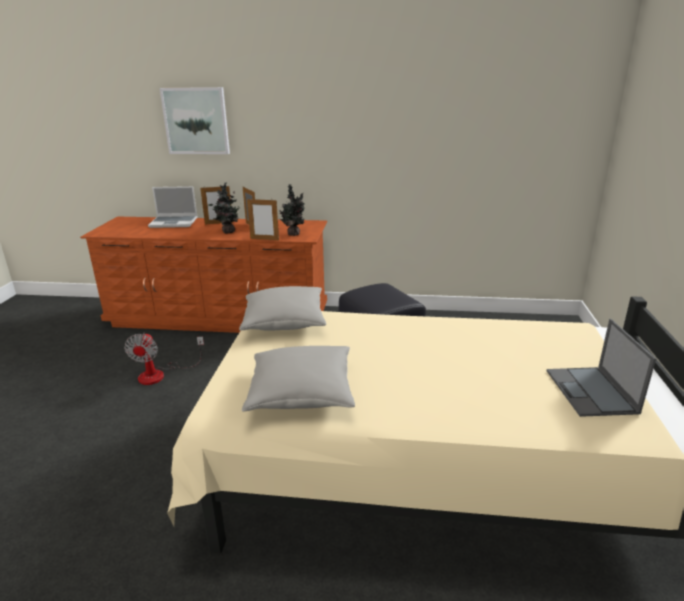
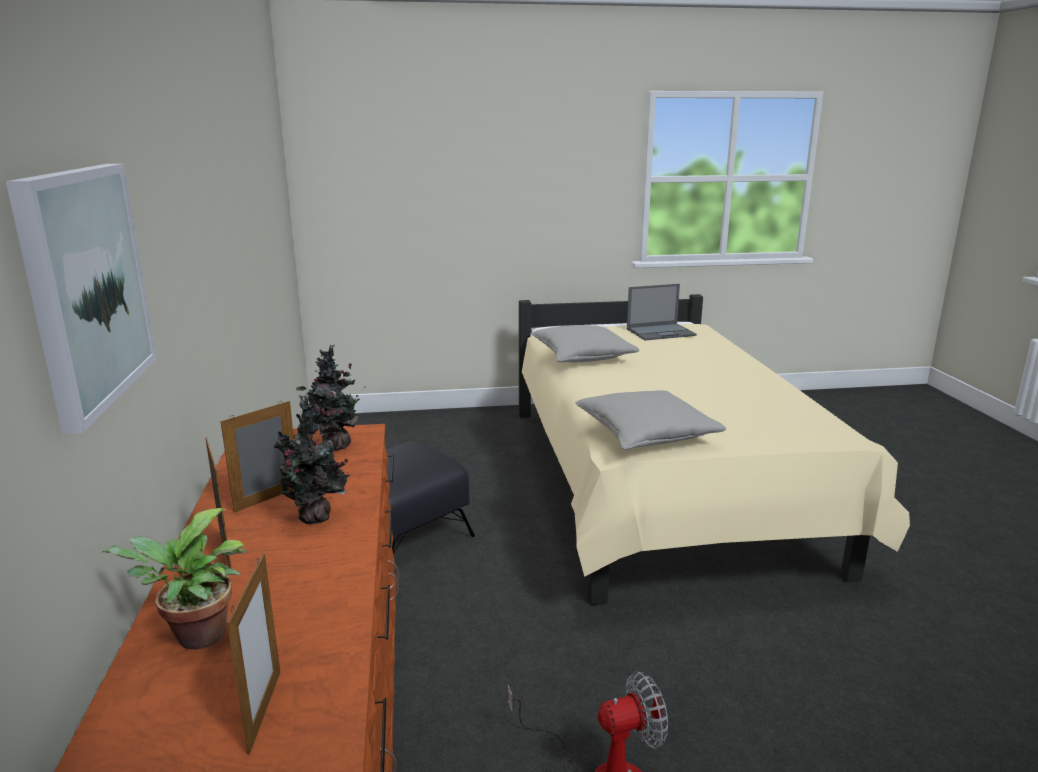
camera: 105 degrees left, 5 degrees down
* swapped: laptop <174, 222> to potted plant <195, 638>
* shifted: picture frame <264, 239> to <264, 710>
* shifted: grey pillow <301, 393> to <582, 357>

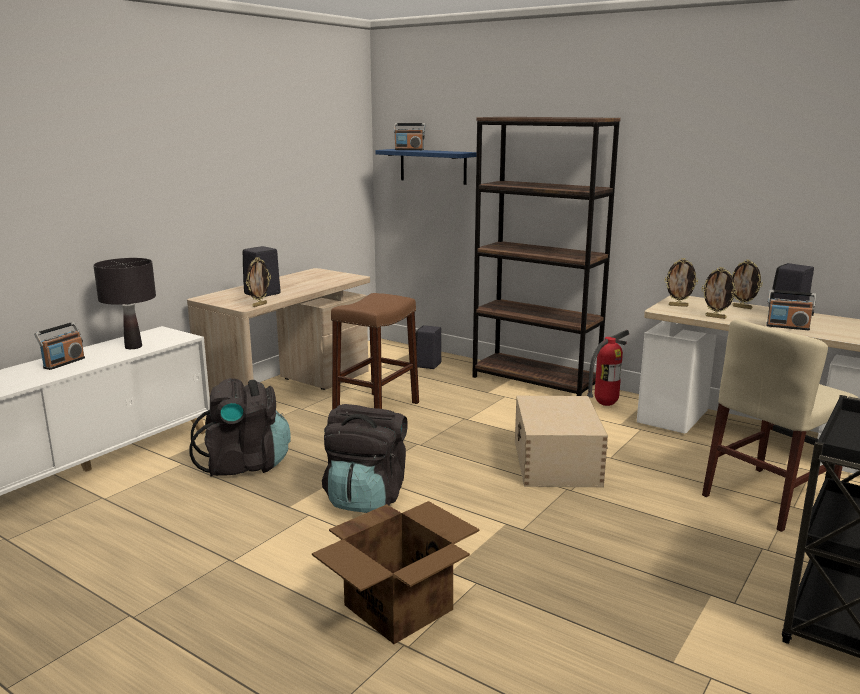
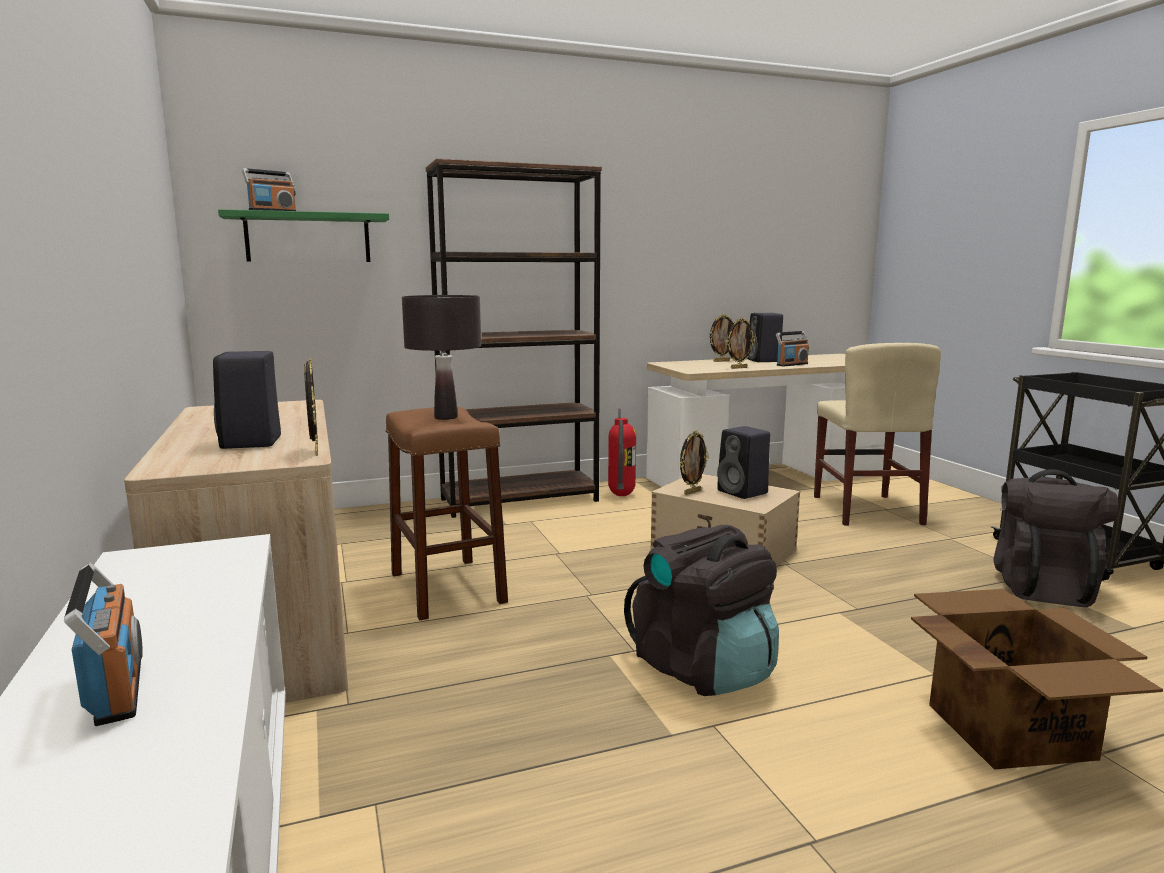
camera: 55 degrees left, 5 degrees down
* repainted: blue shelf <433, 166> to green shelf <308, 238>
* shifted: black table lamp <133, 347> to <445, 417>
* shifted: picture frame <678, 305> to <692, 492>
* shifted: black speaker <428, 365> to <744, 492>
* shifted: black backpack <245, 464> to <1042, 586>

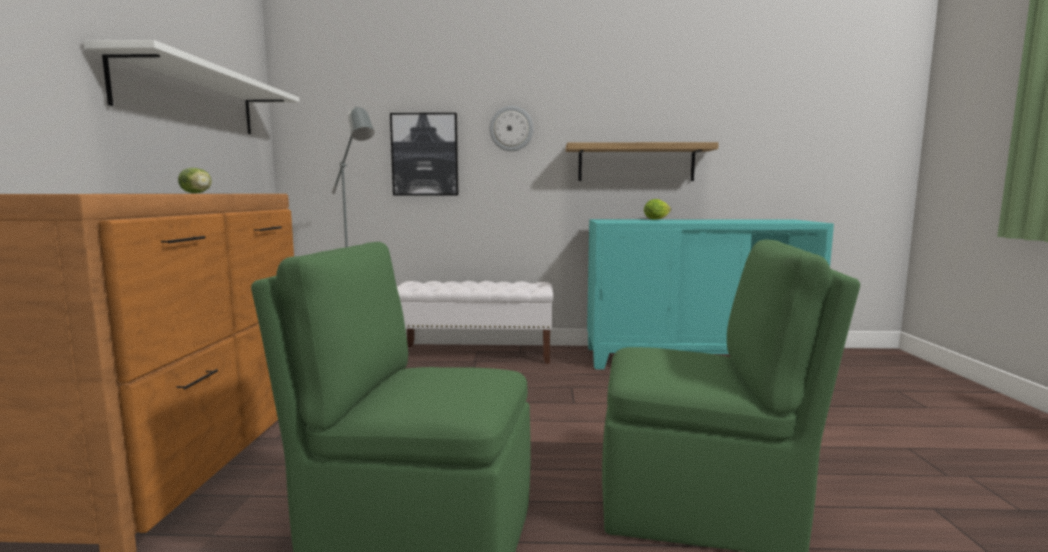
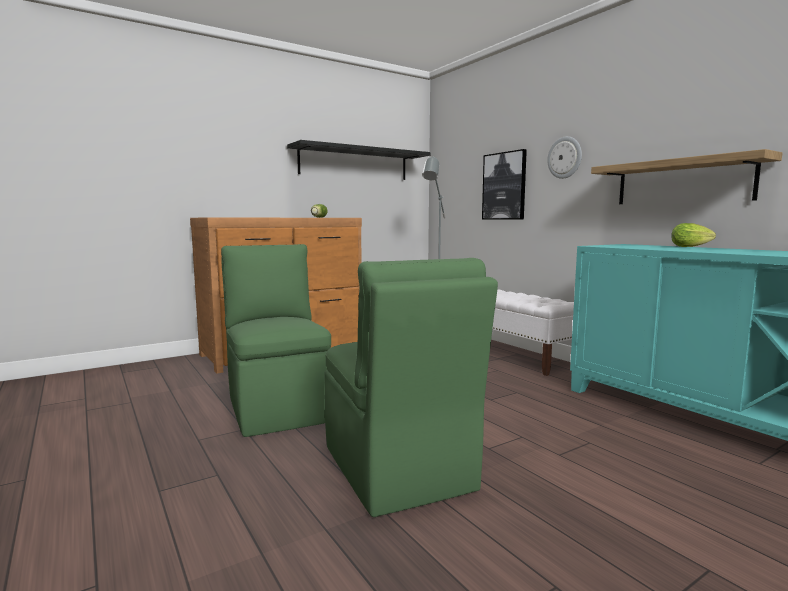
camera: 55 degrees right, 0 degrees up
* repainted: white shelf <190, 99> to black shelf <354, 163>

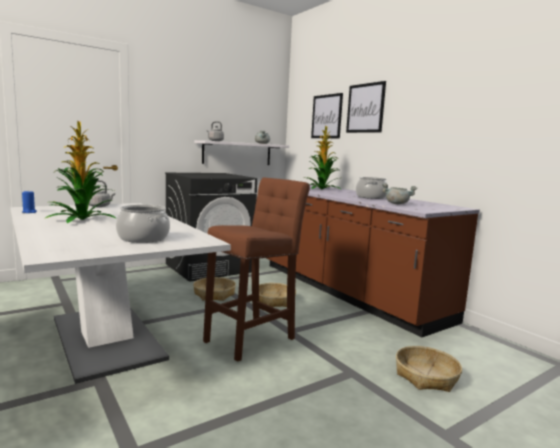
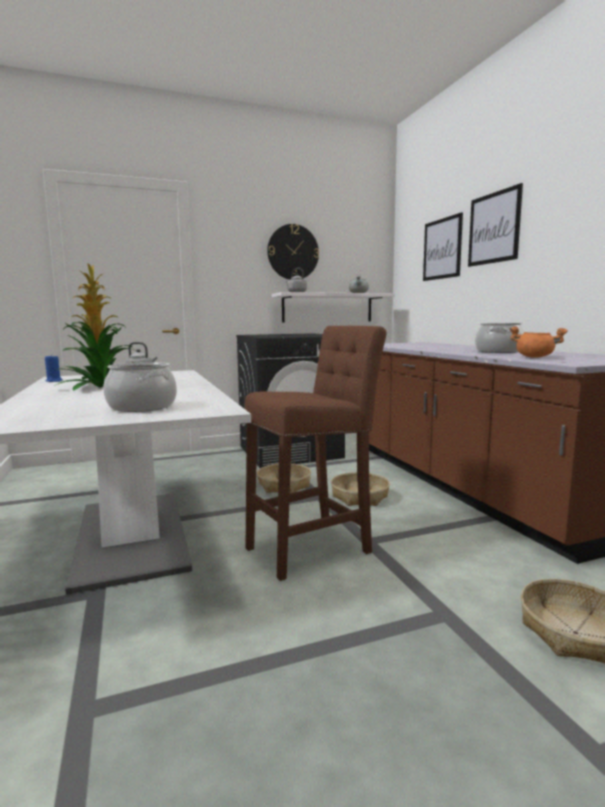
camera: 15 degrees right, 0 degrees up
* gone: potted plant <321, 189>
* repainted: grey cooking pot <397, 204> to orange cooking pot <535, 357>
* new: wall clock <293, 252>

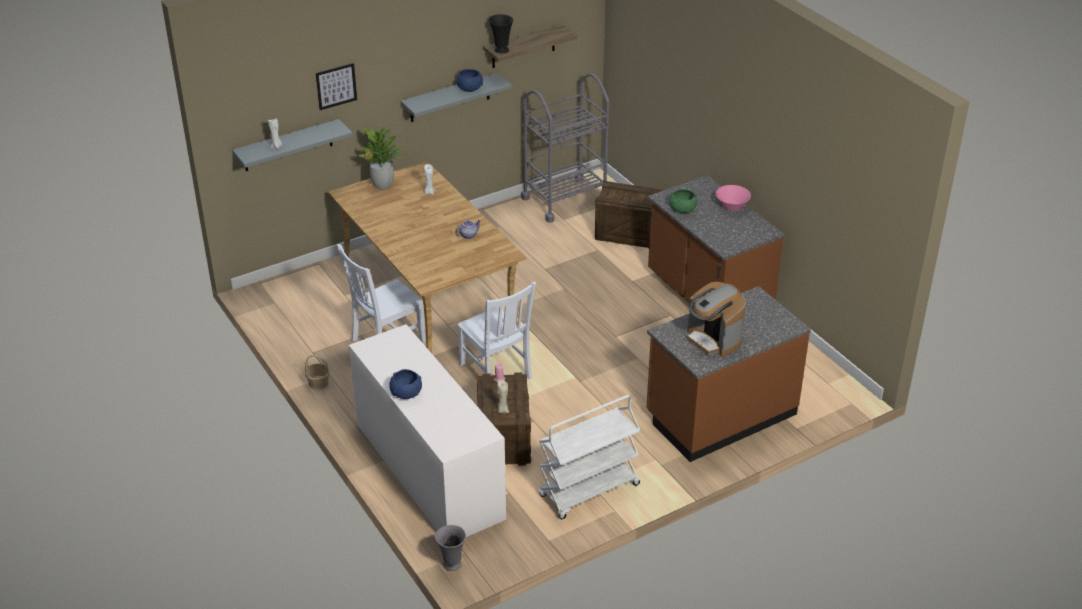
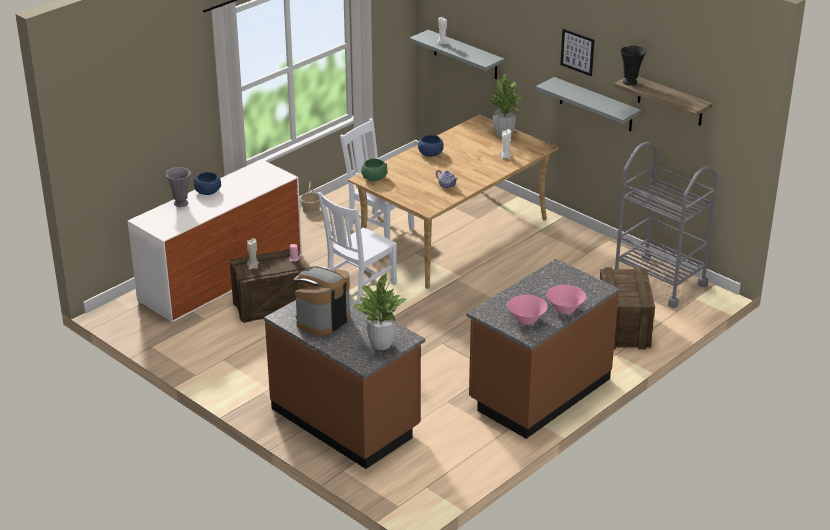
camera: 75 degrees right, 5 degrees down
* shifted: picture <336, 86> to <577, 52>
* shifted: blue bowl <469, 88> to <430, 153>
* shifted: green bowl <682, 209> to <374, 178>
* gone: white cart <588, 491>
* shifted: grey vase <451, 565> to <181, 203>
* new: potted plant <381, 345>
* new: pink bowl <526, 319>

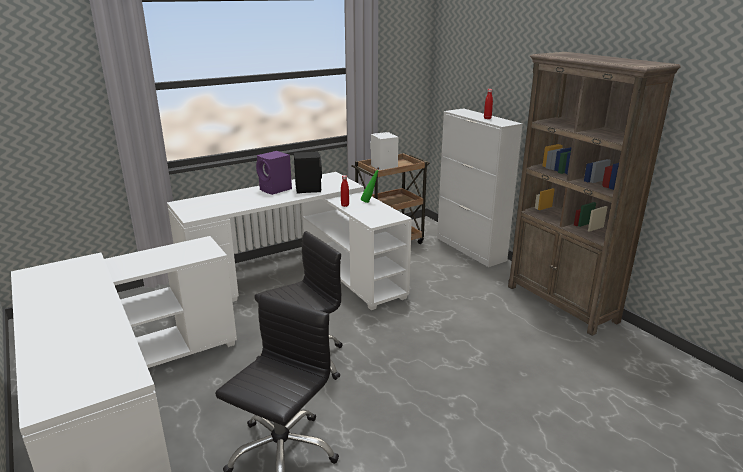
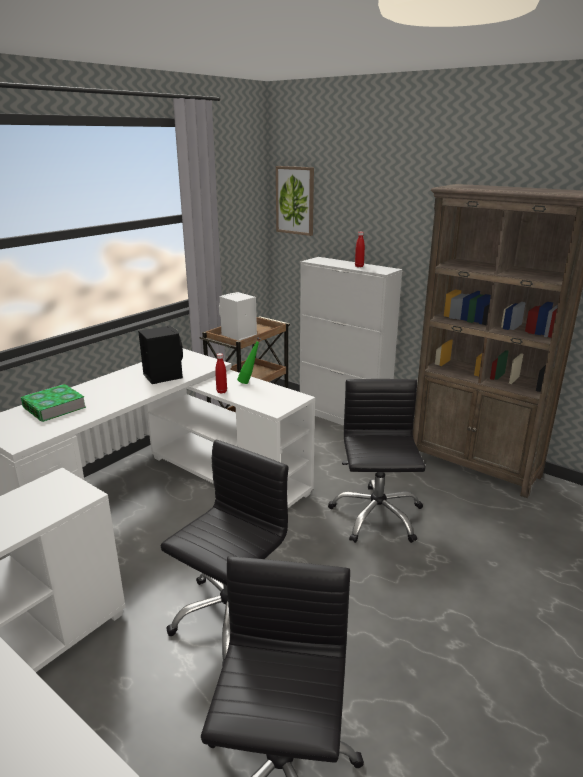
camera: 20 degrees left, 0 degrees up
* gone: purple speaker <276, 190>
* new: picture <295, 200>
* new: black office chair <376, 515>
* new: book <54, 407>

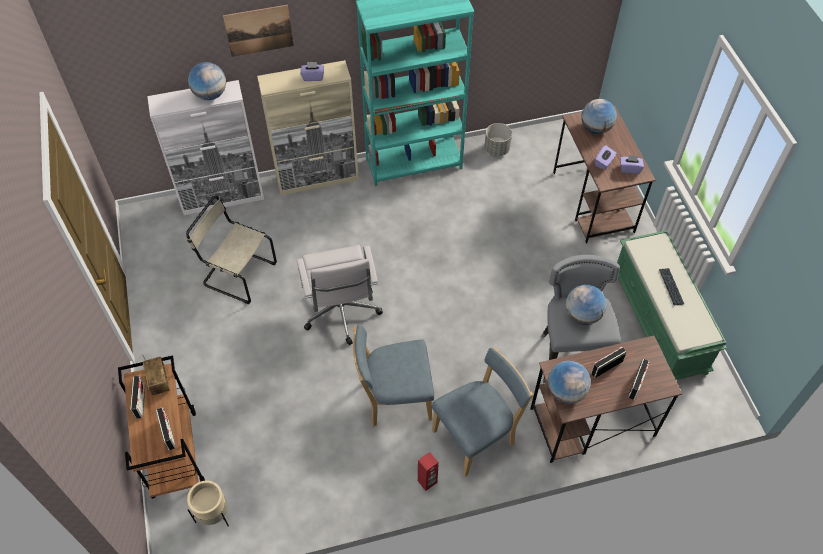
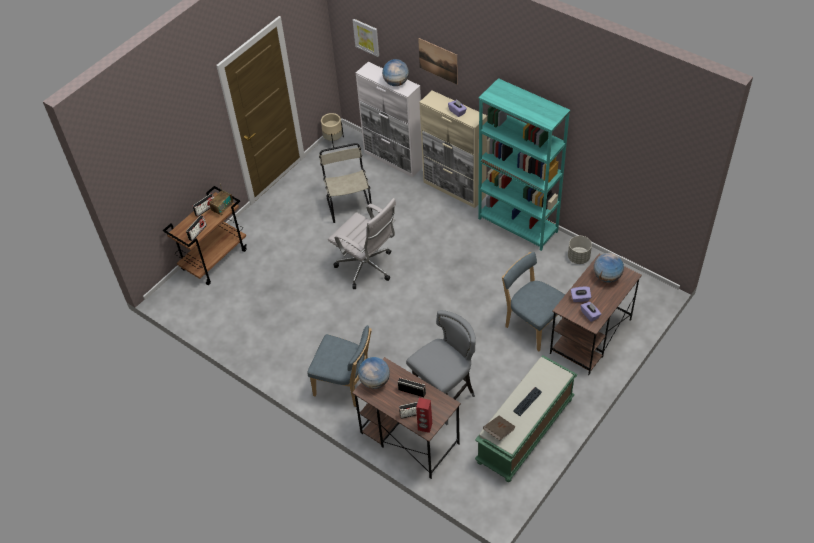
camera: 55 degrees right, 5 degrees down
* rotated: white office chair <342, 315> = <367, 268> 90 degrees counterclockwise
* gone: globe <582, 315>
* shifted: blue chair <394, 398> to <532, 325>
* shifted: red speaker <427, 482> to <425, 427>
* shifted: beige planter <214, 514> to <334, 142>
* new: picture <366, 37>
* new: brown book <499, 431>

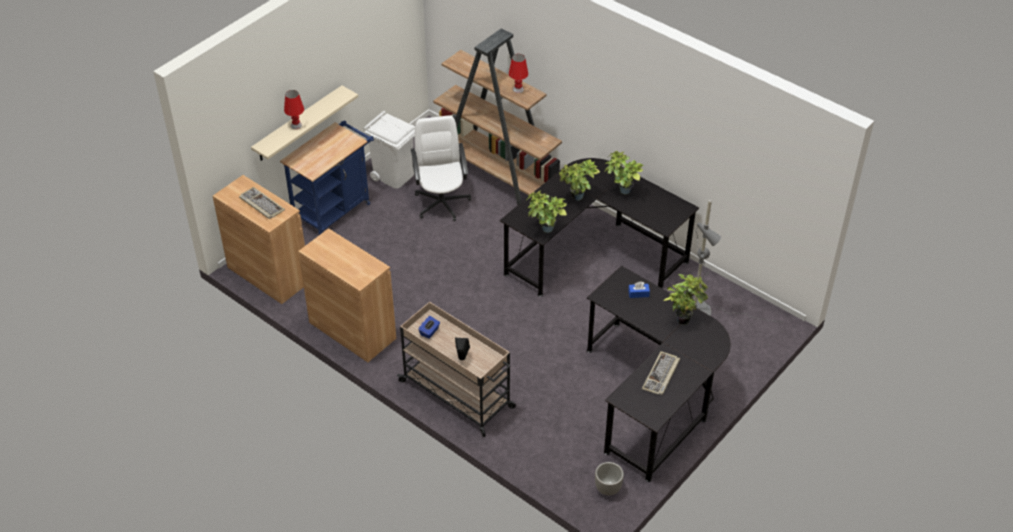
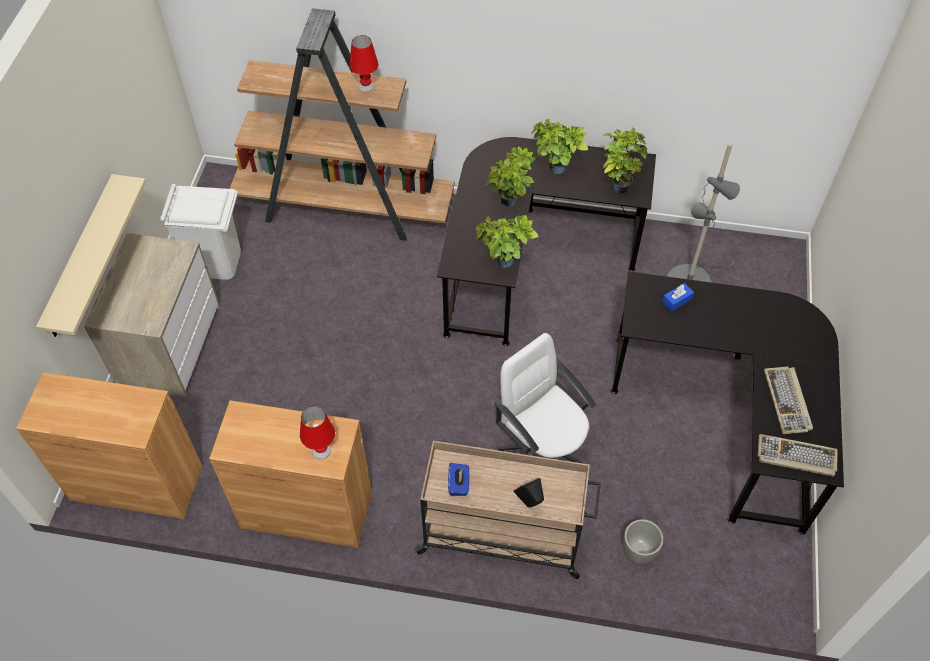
camera: 30 degrees left, 10 degrees up
* shifted: red table lamp <296, 125> to <321, 450>
* shifted: white office chair <442, 202> to <543, 447>
* swapped: blue cart <335, 210> to dresser <169, 344>
* shifted: keyboard <261, 204> to <795, 457>
* shifted: potted plant <683, 317> to <618, 185>
* shifted: planter <607, 489> to <639, 552>

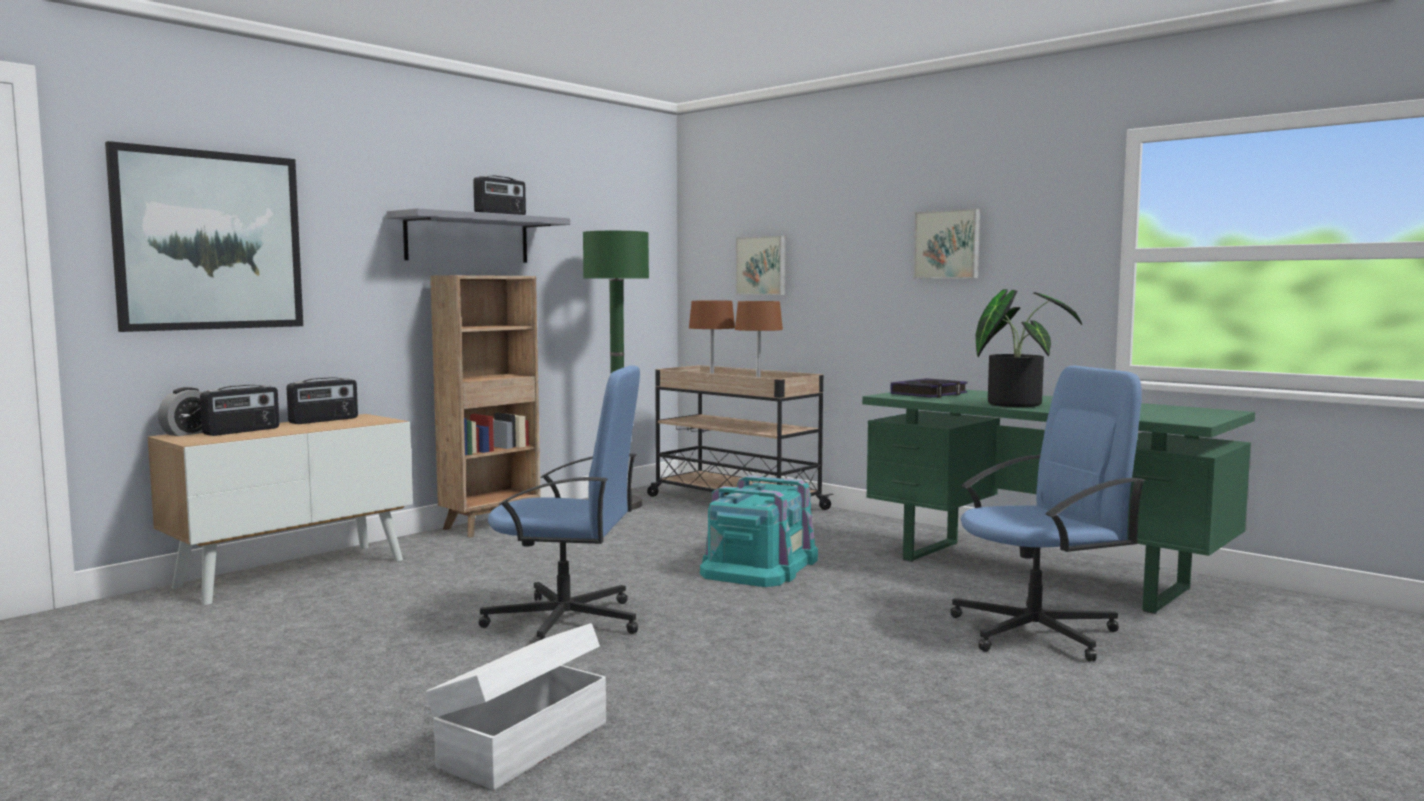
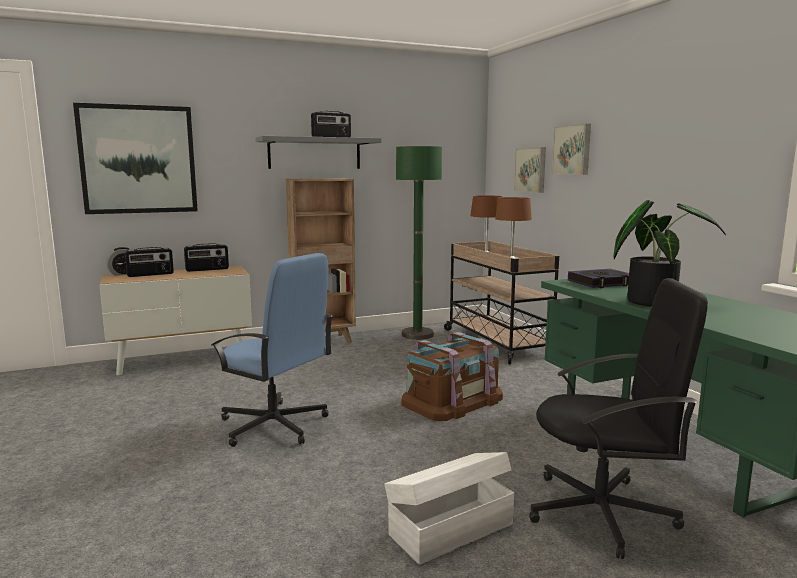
camera: 25 degrees right, 5 degrees up
* shifted: picture <948, 244> to <572, 150>
* repainted: blue office chair <1037, 632> to black office chair <603, 512>
* repainted: turquoise storage box <760, 565> to brown storage box <452, 400>
* shifted: white storage box <521, 745> to <449, 529>

